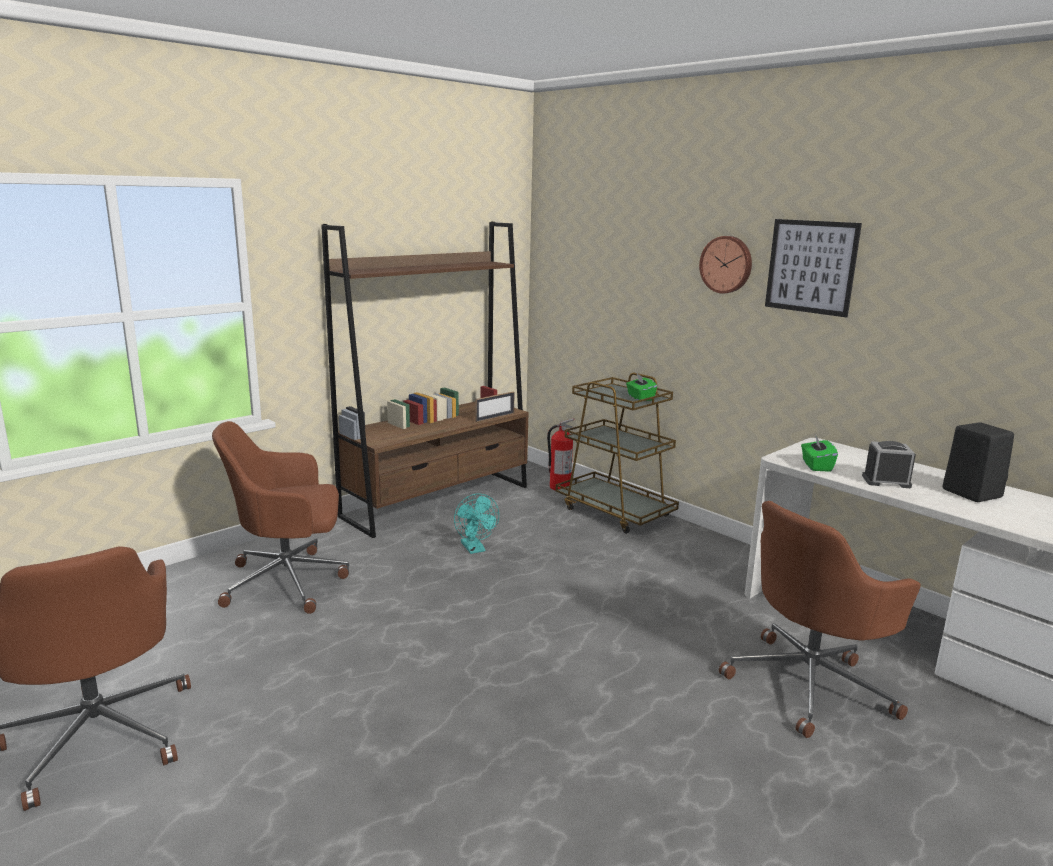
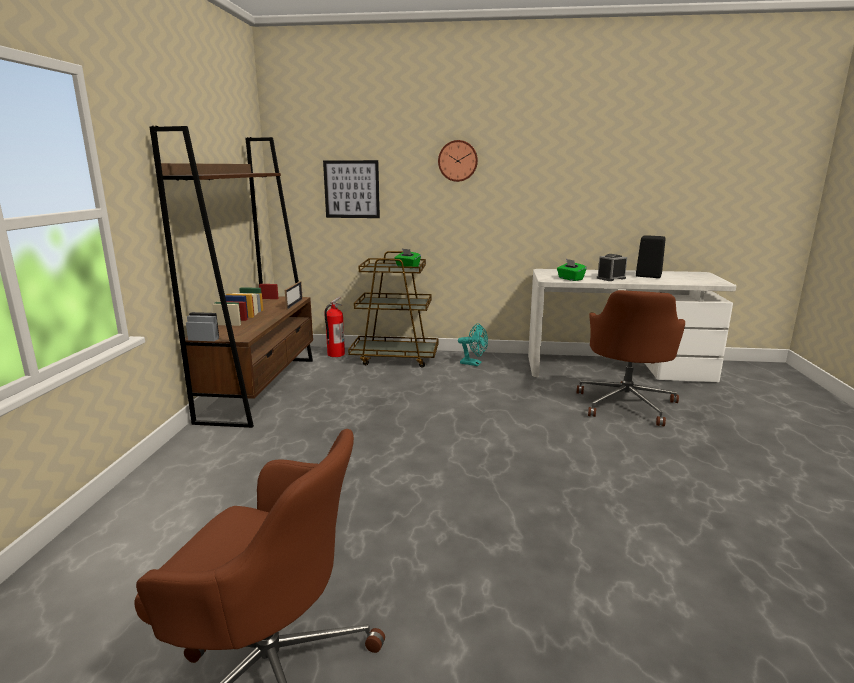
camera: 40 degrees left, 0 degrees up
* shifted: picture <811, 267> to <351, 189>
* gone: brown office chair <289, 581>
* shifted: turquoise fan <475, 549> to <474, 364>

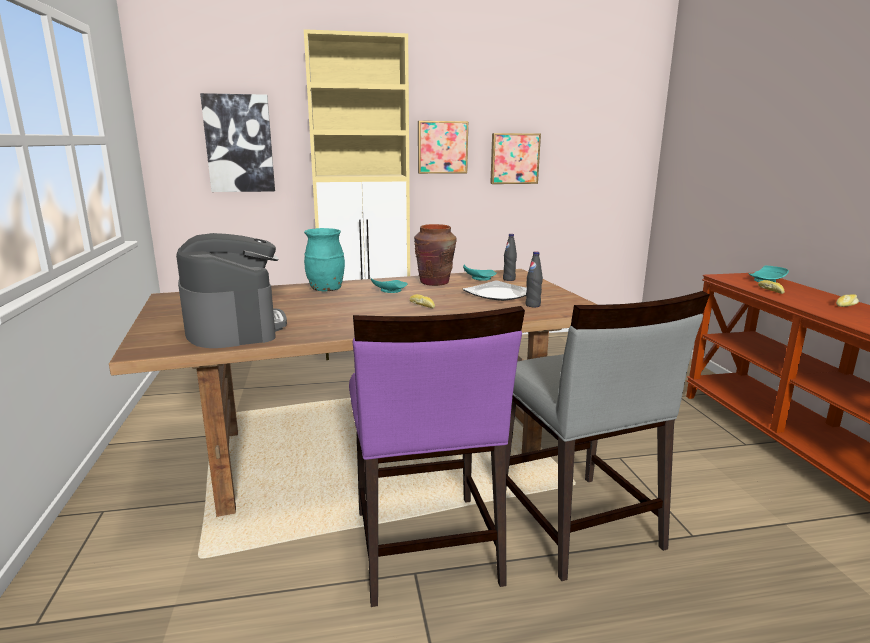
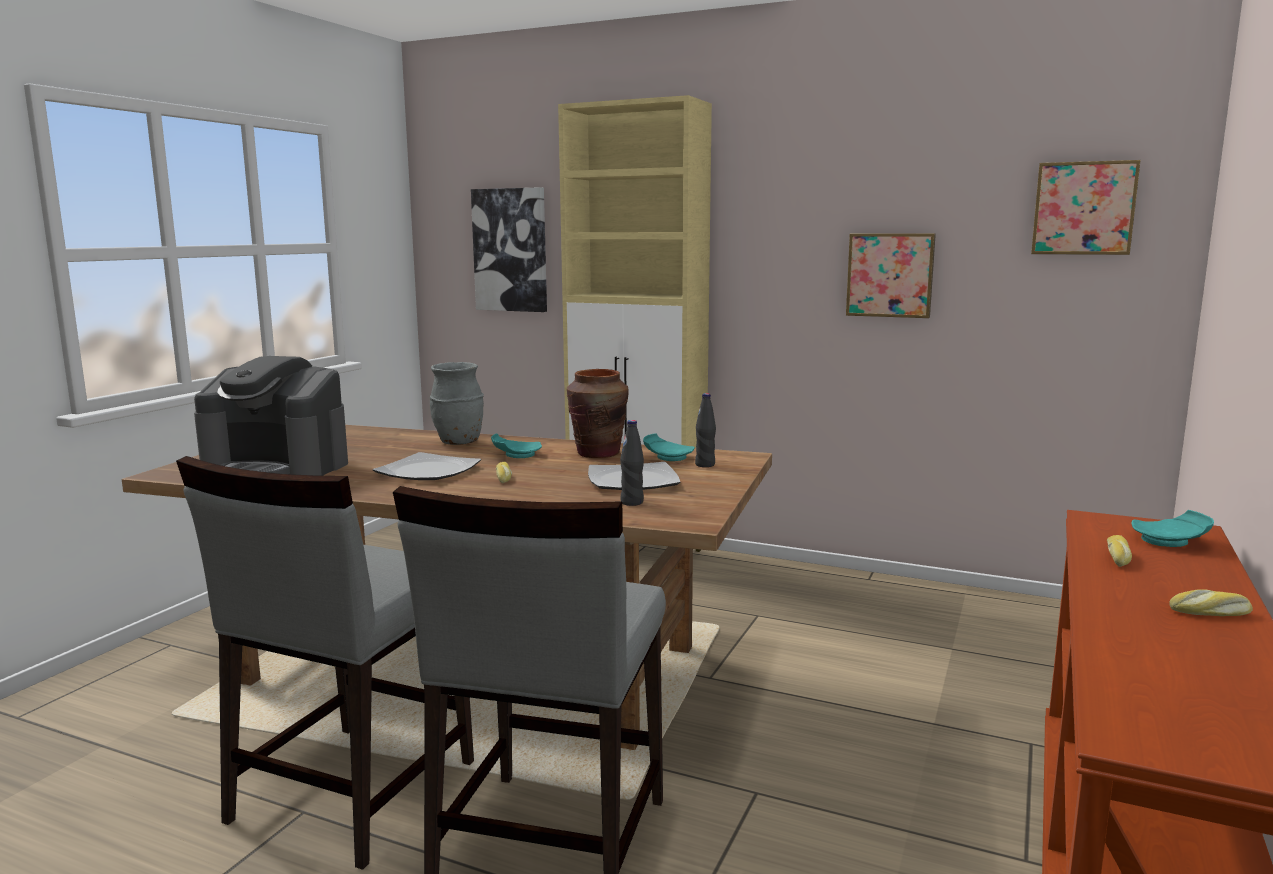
camera: 35 degrees right, 5 degrees down
* shifted: picture <442, 147> to <1083, 208>
* repainted: turquoise vase <326, 289> to grey vase <459, 442>
* rotated: coffee machine <235, 327> = <278, 466> 90 degrees clockwise
* repainted: purple chair <425, 548> to grey chair <350, 792>
* new: plate <428, 471>

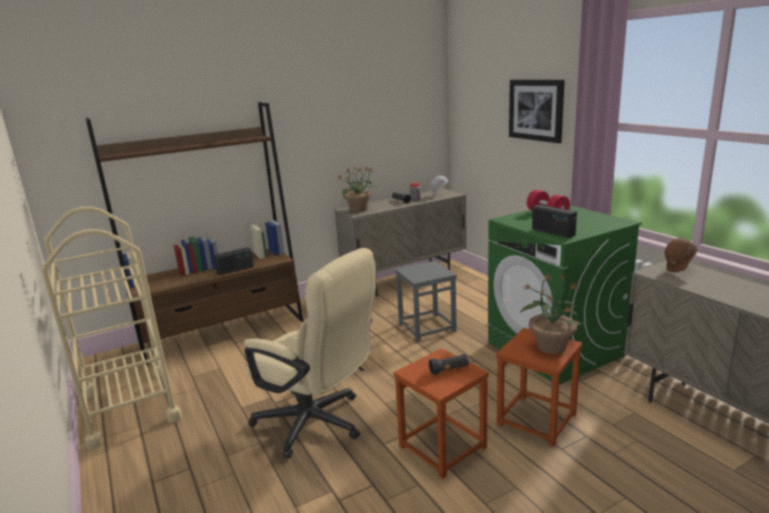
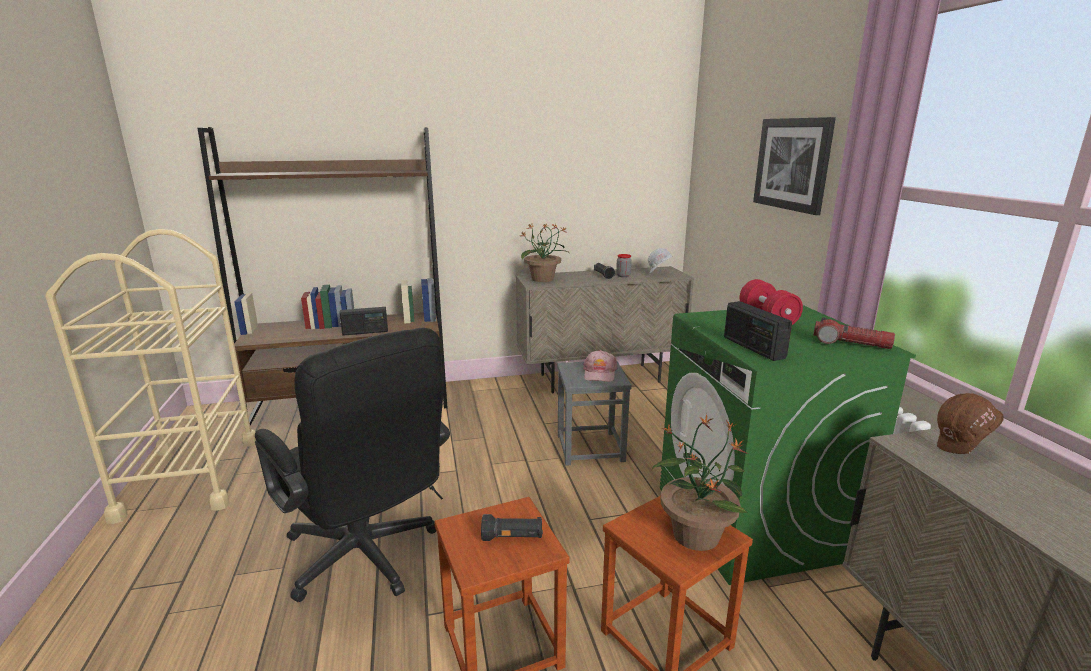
camera: 15 degrees right, 0 degrees up
* repainted: beige office chair <318, 424> to black office chair <367, 559>
* new: flashlight <851, 344>
* new: pink cap <599, 373>

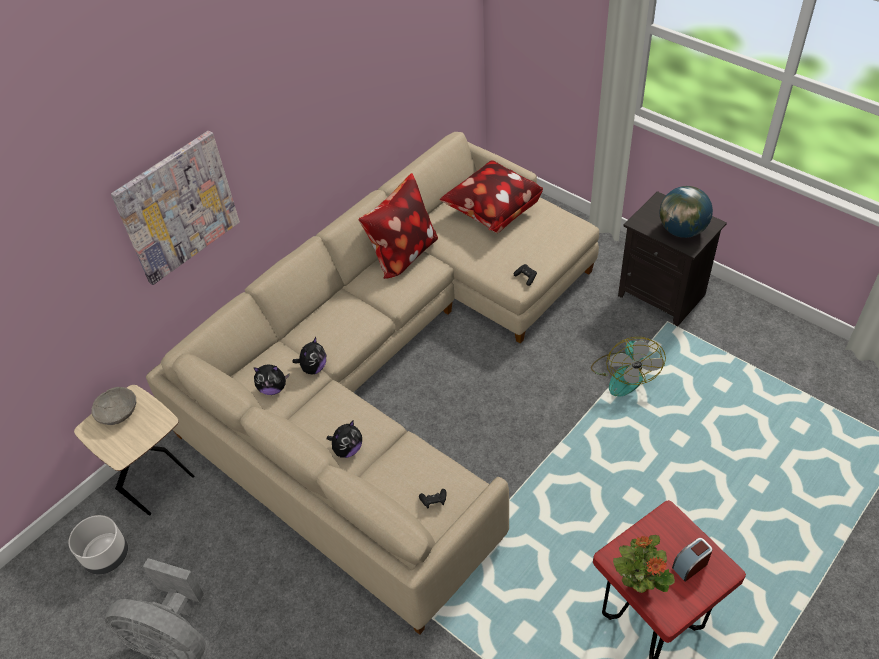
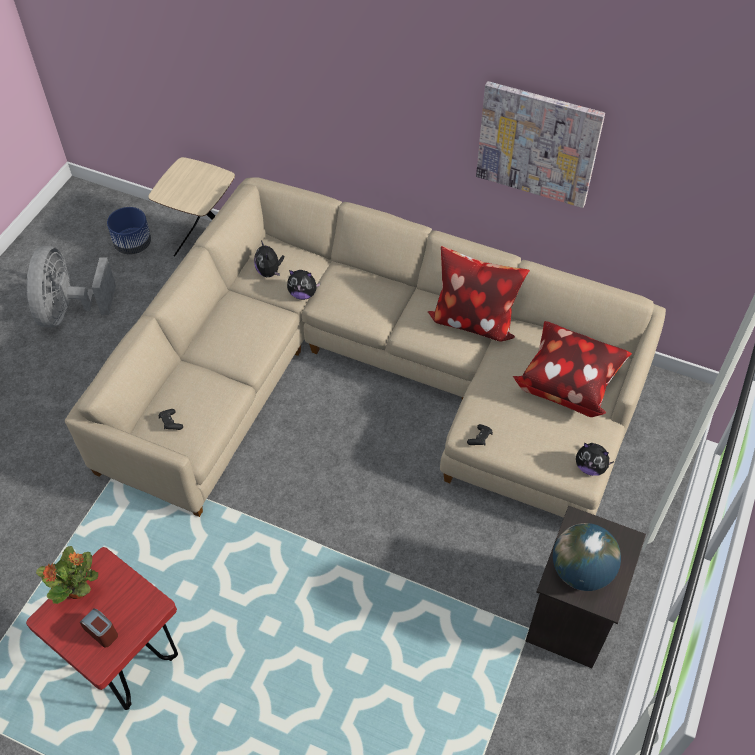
camera: 70 degrees right, 5 degrees up
* shifted: picture <177, 207> to <538, 144>
* gone: fan <624, 374>
* gone: grey bowl <118, 412>
* shifted: plush toy <347, 449> to <590, 467>
* repainted: grey planter <106, 556> to blue planter <133, 244>

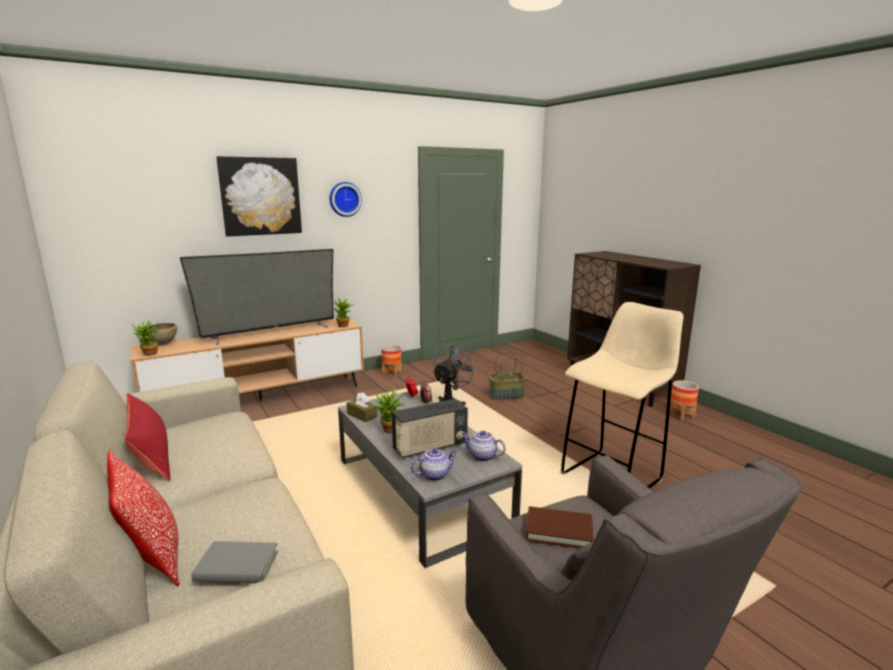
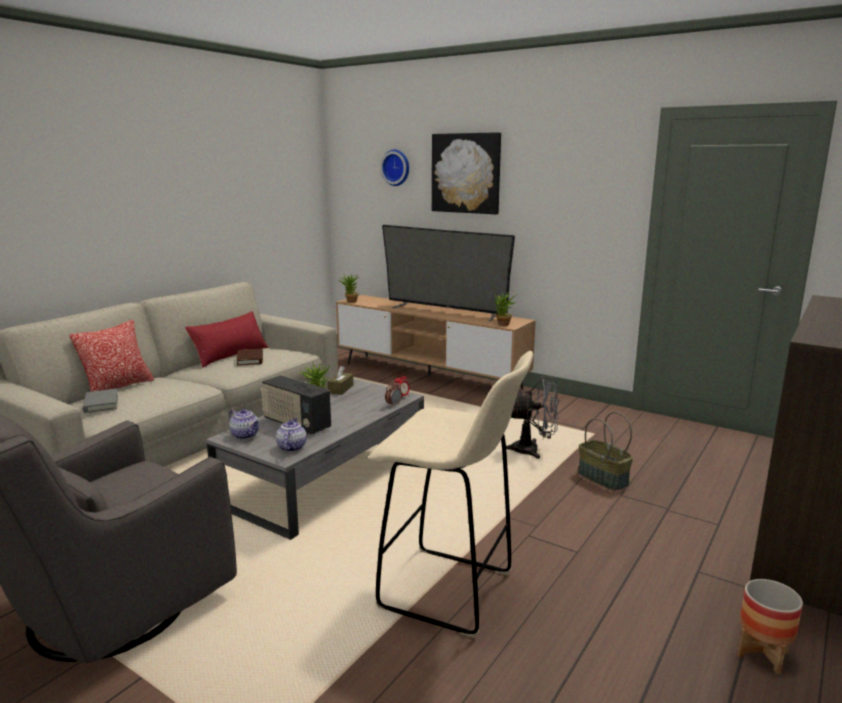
camera: 65 degrees right, 0 degrees up
* shifted: wall clock <344, 199> to <396, 167>
* gone: brown bowl <162, 344>
* gone: planter <392, 373>
* shifted: brown book <559, 531> to <250, 359>

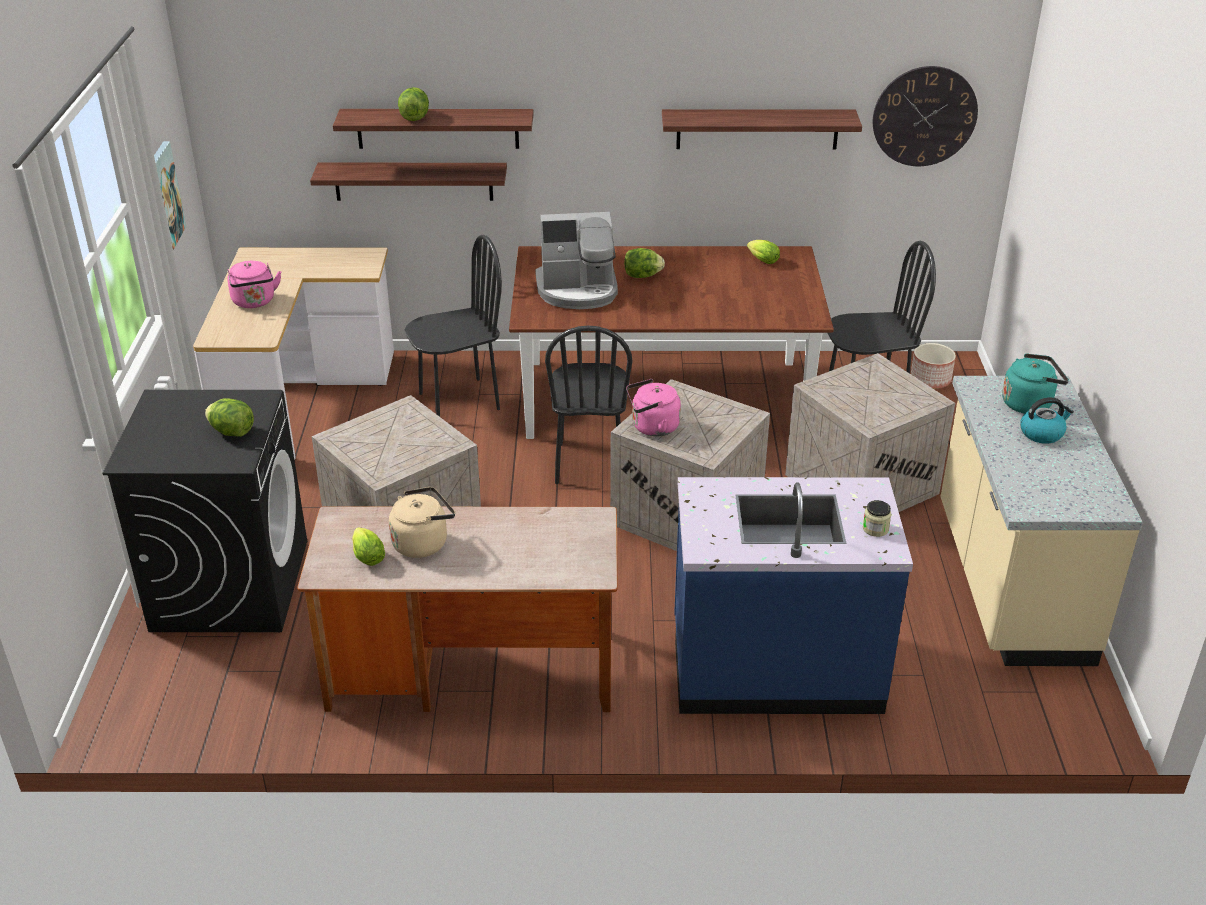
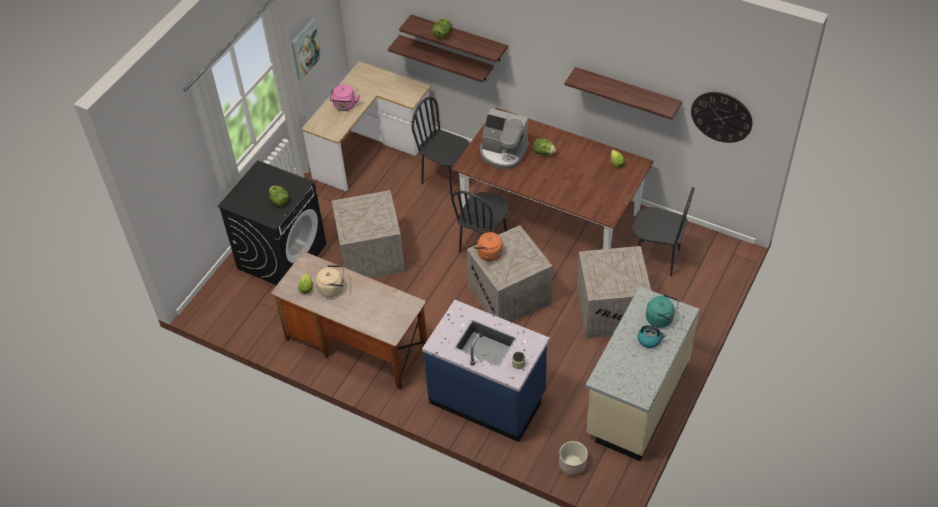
camera: 30 degrees right, 15 degrees up
* rotated: black chair <459, 401> = <446, 179> 150 degrees counterclockwise
* shifted: planter <930, 380> to <572, 464>
* repainted: pink kettle <652, 427> to orange kettle <488, 253>

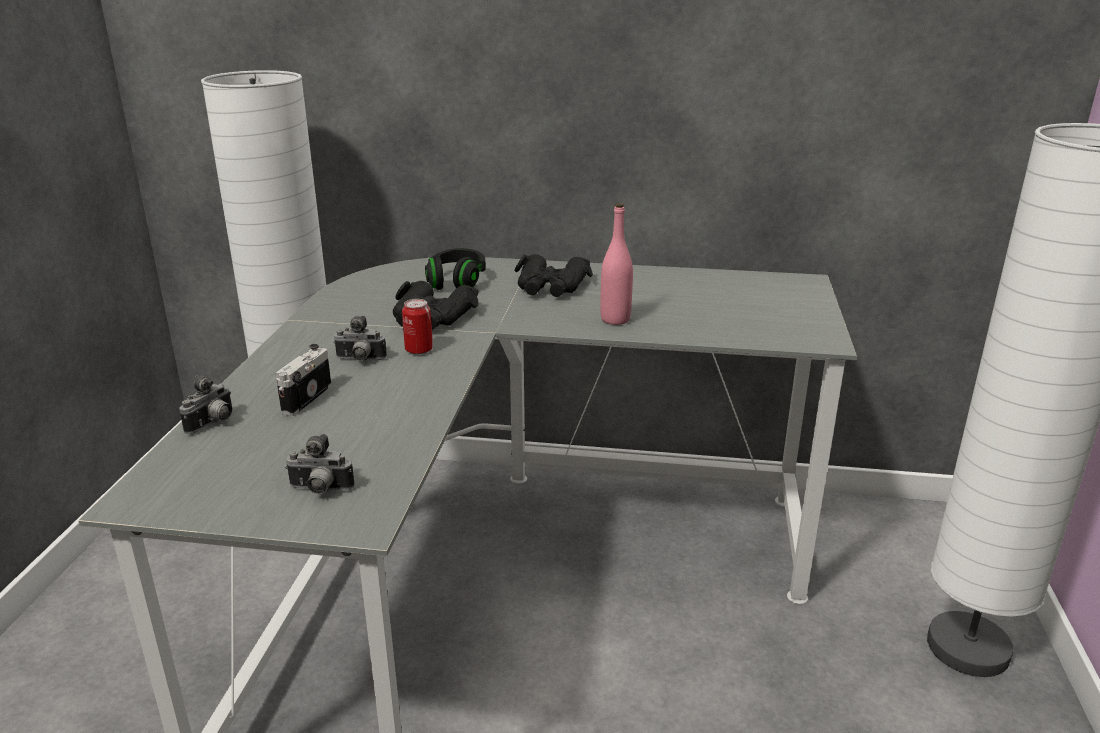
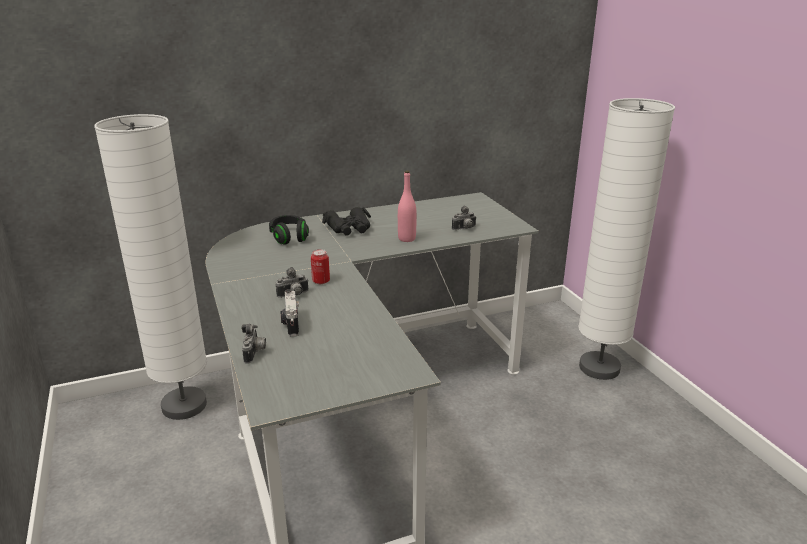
camera: 30 degrees left, 0 degrees up
* gone: black binoculars <432, 317>
* shifted: photo camera <320, 490> to <465, 229>

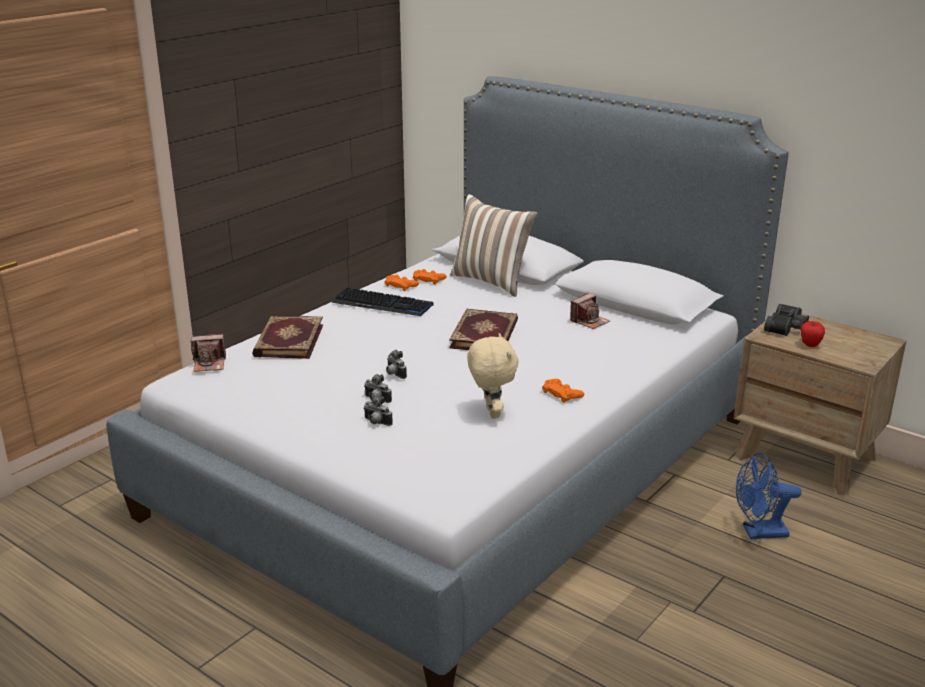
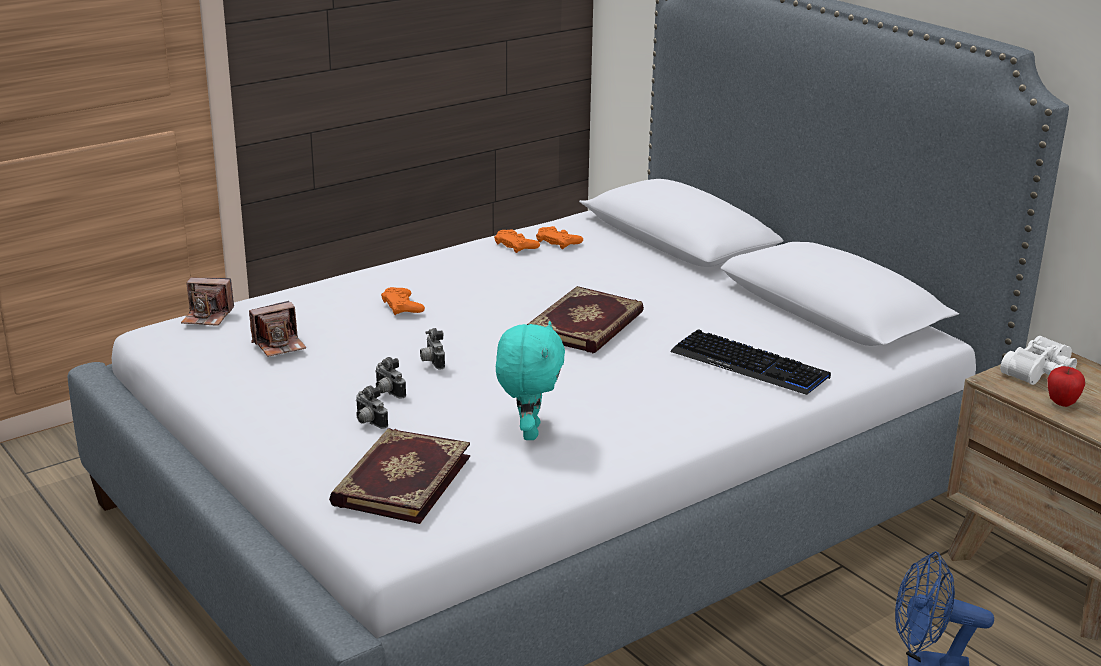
camera: 15 degrees right, 0 degrees up
* gone: pillow <492, 281>
* shifted: keyboard <382, 304> to <749, 365>
* shifted: photo camera <589, 321> to <279, 344>
* repainted: black binoculars <787, 328> to white binoculars <1041, 373>
* shifted: book <287, 340> to <400, 480>
* repainted: beige plush toy <491, 413> to turquoise plush toy <528, 432>
* shifted: orange game controller <562, 394> to <402, 306>

